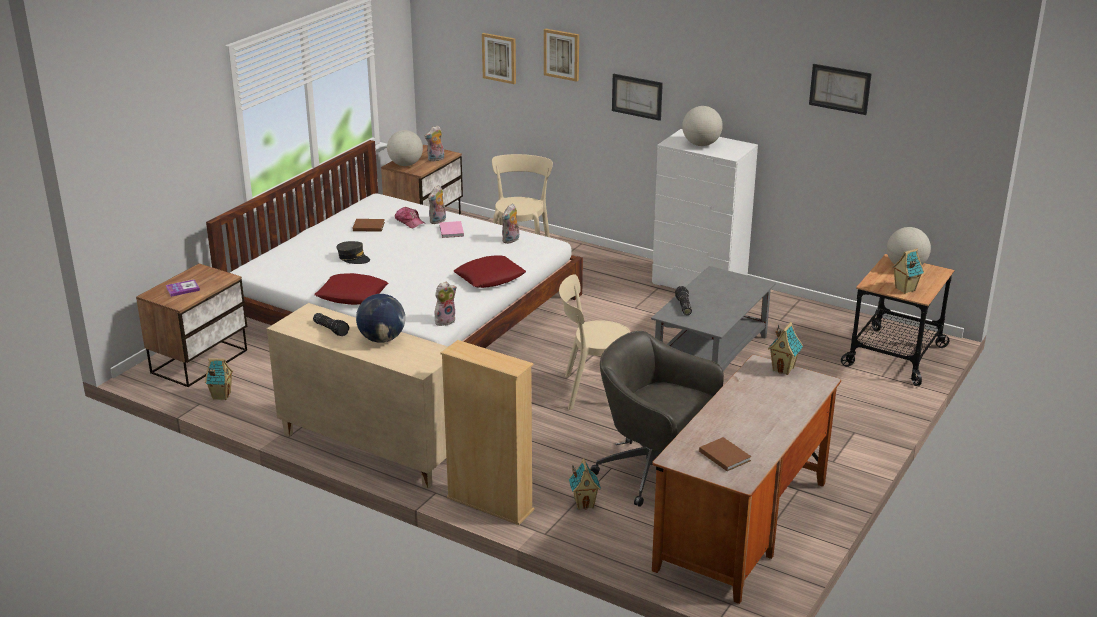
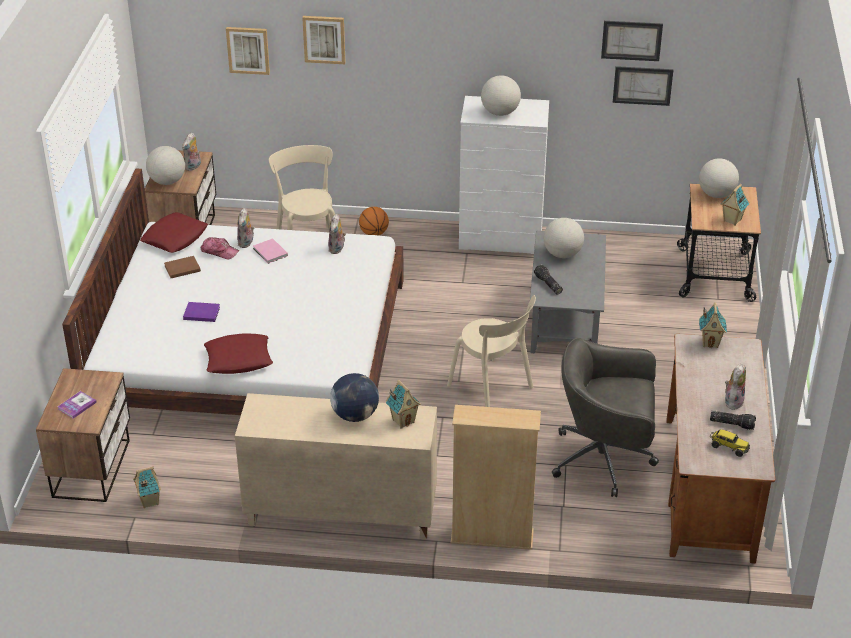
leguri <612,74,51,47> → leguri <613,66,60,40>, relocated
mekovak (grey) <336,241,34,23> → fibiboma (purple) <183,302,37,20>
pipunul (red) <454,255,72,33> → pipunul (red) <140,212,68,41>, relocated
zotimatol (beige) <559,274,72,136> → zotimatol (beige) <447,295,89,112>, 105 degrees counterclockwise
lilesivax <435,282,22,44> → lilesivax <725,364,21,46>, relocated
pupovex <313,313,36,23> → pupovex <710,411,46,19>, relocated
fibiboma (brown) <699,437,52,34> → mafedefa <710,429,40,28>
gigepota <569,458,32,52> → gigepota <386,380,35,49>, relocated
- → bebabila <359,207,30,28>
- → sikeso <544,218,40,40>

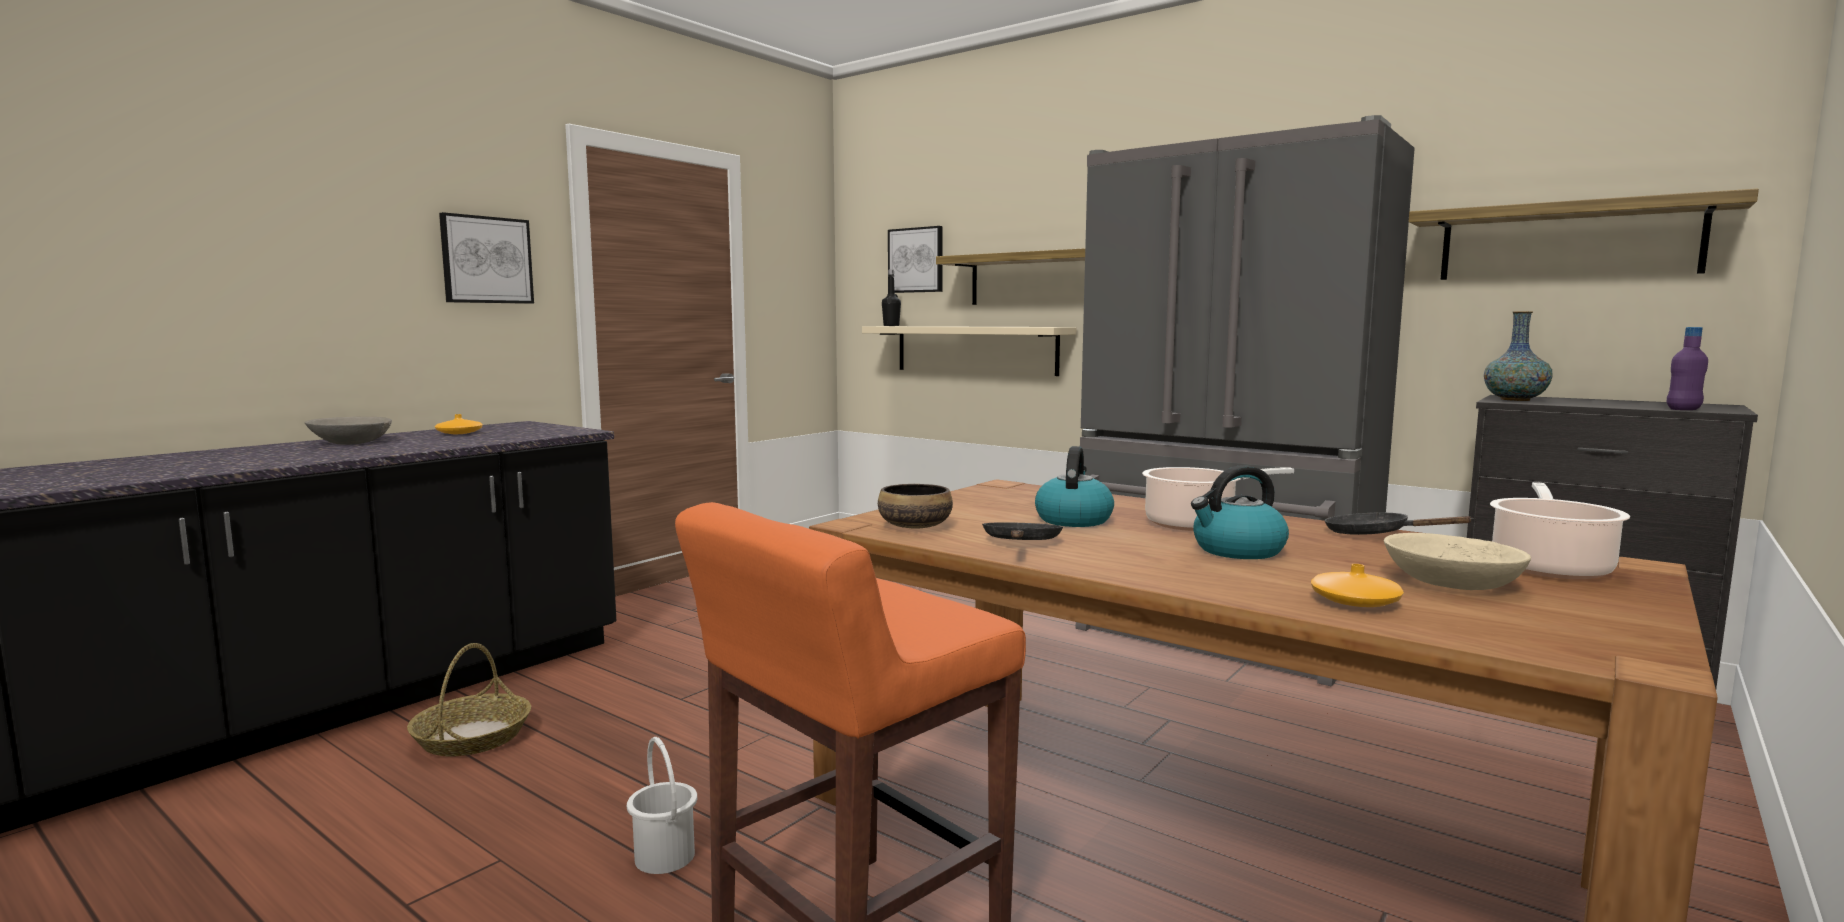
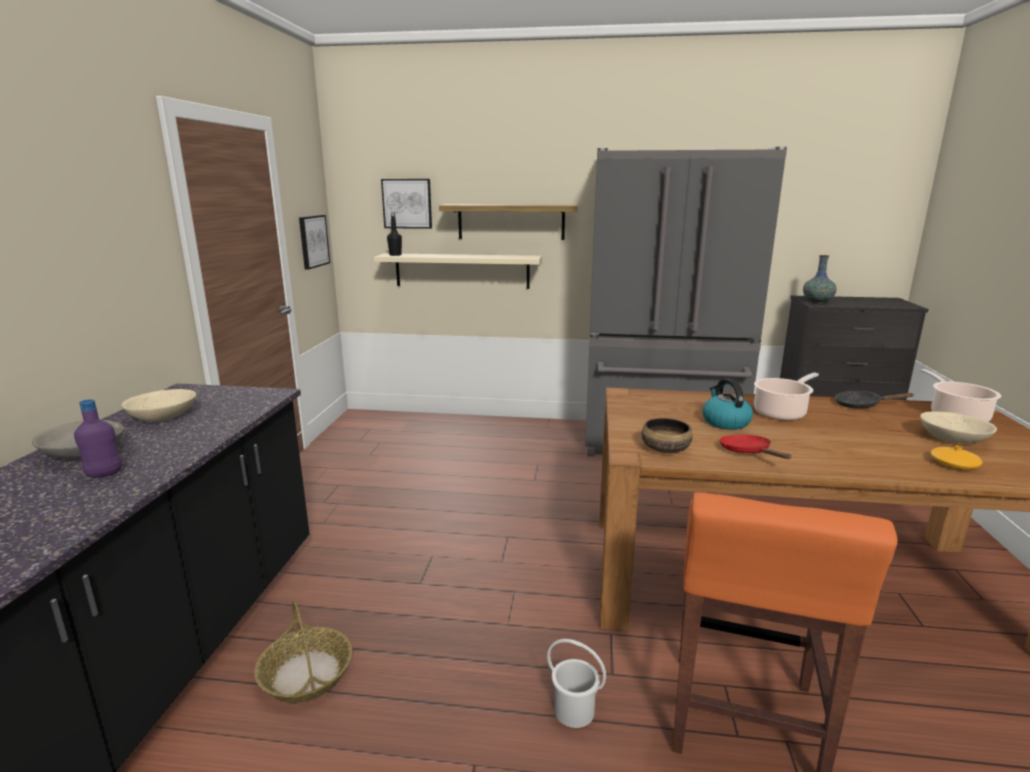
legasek <1409,189,350,91> → -
leguri <439,212,95,92> → leguri <299,215,31,55>, relocated
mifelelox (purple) <1667,327,41,83> → mifelelox (purple) <74,399,48,79>, relocated
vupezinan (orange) <435,414,48,20> → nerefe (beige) <121,389,75,33>
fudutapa <1191,465,98,94> → -
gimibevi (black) <982,522,81,18> → gimibevi (red) <720,434,72,25>

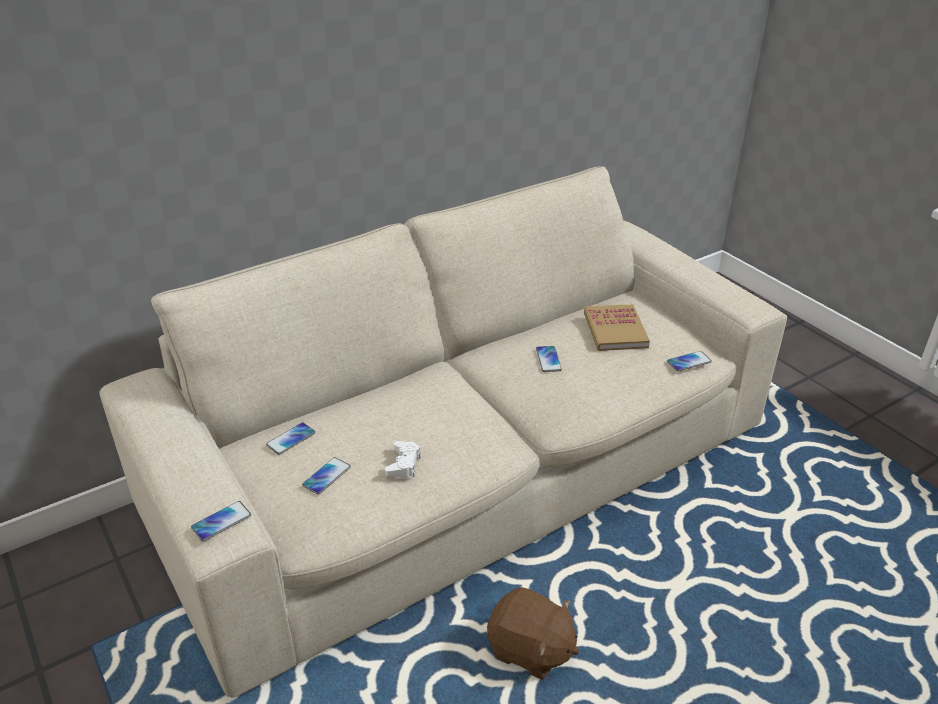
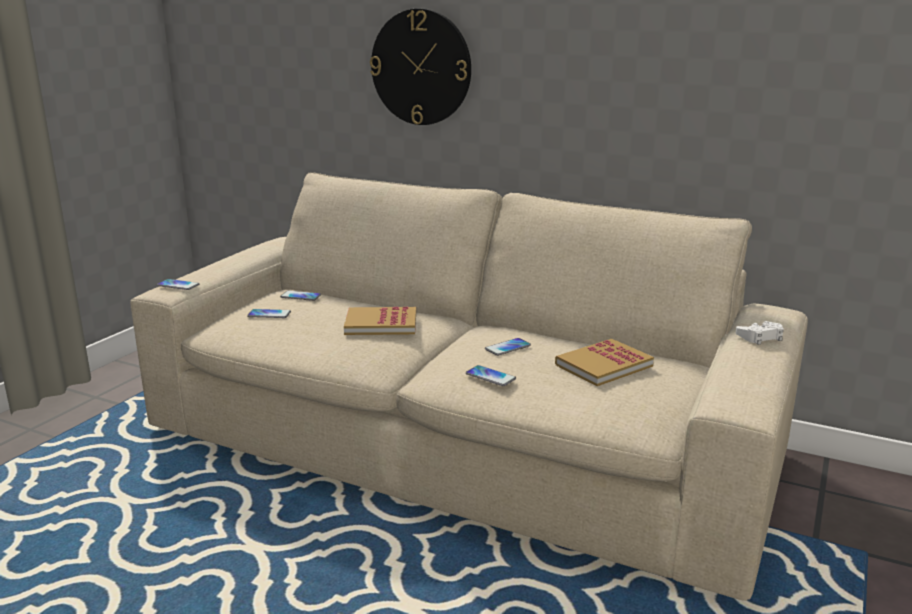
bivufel <667,351,45,20> → bivufel <466,365,50,21>, relocated
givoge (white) <385,441,36,37> → givoge (white) <736,321,48,24>, relocated
lilesivax (brown) <487,587,92,93> → -
- → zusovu <370,9,101,116>
- → fibiboma <344,306,72,29>

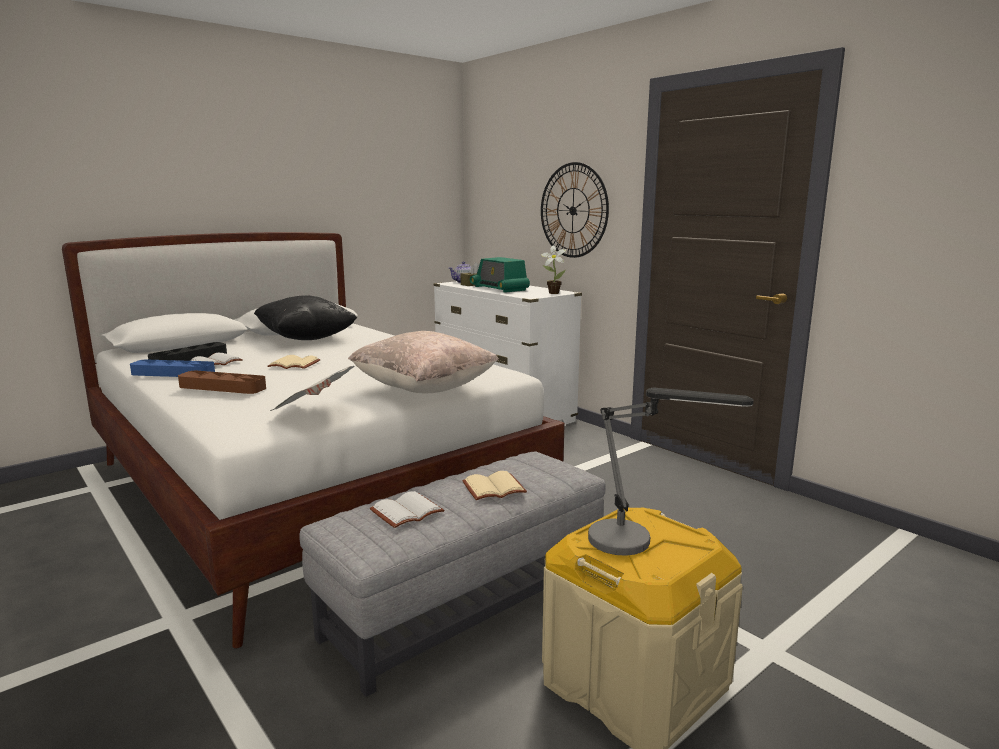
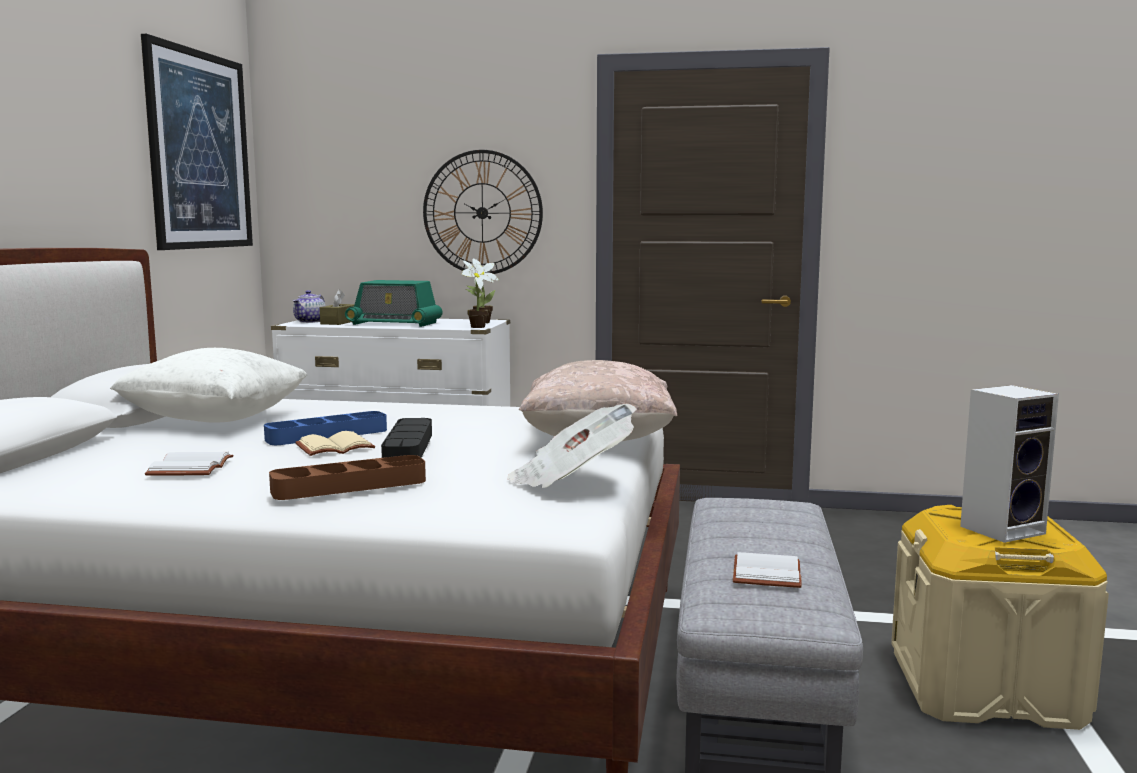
pipunul (black) <254,296,103,44> → pipunul (white) <110,348,197,75>
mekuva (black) <148,342,79,19> → mekuva (black) <381,418,51,40>, relocated
mekuva (blue) <130,359,85,18> → mekuva (blue) <264,411,123,34>, relocated
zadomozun <588,387,166,169> → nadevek <960,385,99,158>
fibiboma (beige) <462,471,65,29> → -
- → leguri <141,34,112,216>
- → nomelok <462,260,32,68>

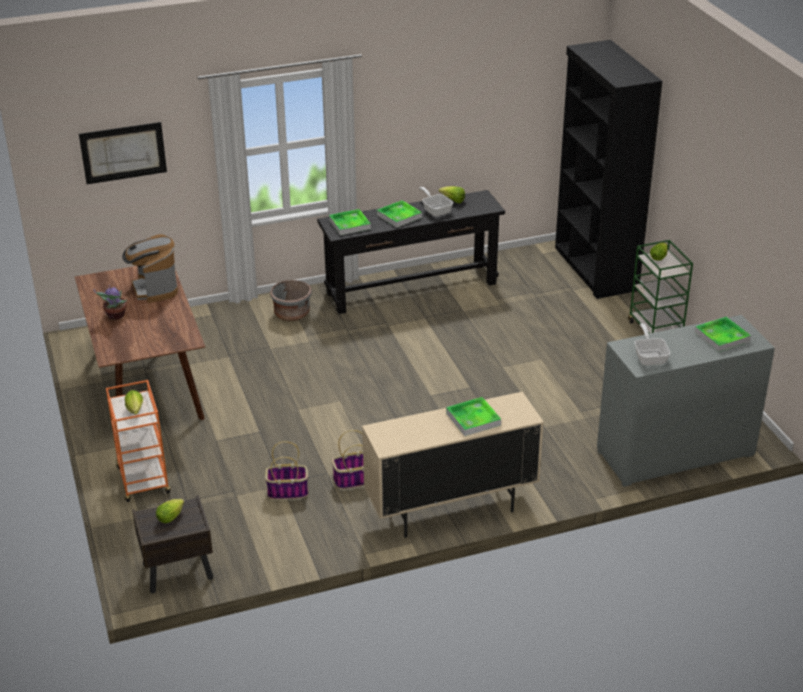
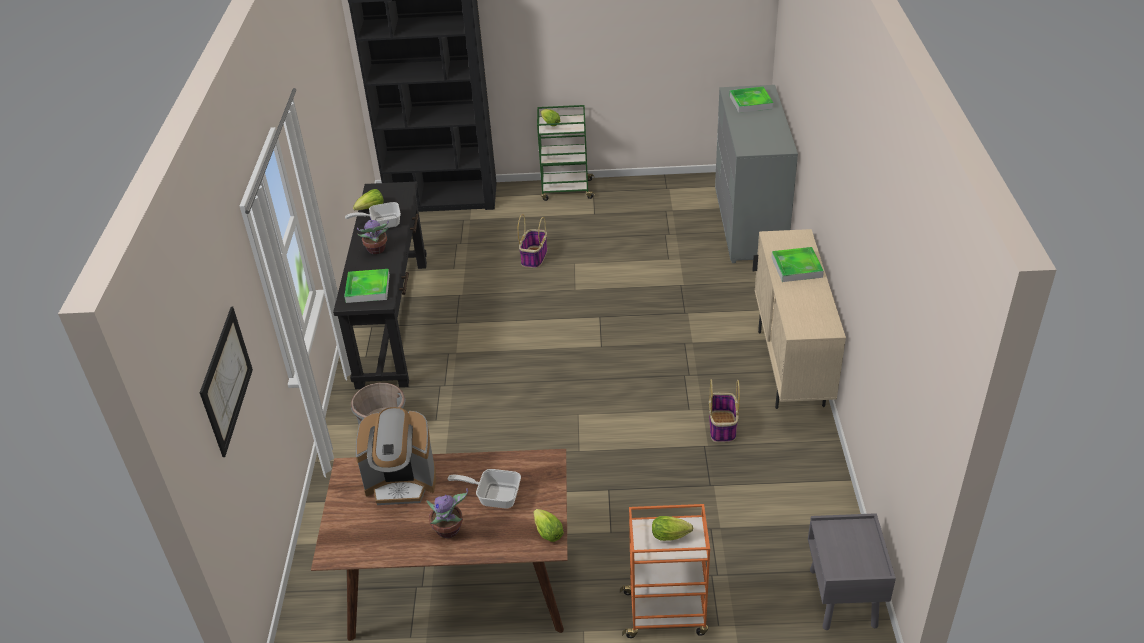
mekuva <377,200,45,28> → nomelok <357,217,32,37>
gimibevi <634,323,37,43> → gimibevi <448,469,73,40>, relocated
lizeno <265,441,43,58> → lizeno <517,214,30,54>, relocated
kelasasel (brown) <132,495,82,98> → kelasasel (grey) <808,513,88,117>
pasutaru <156,499,28,24> → pasutaru <534,509,30,33>, relocated

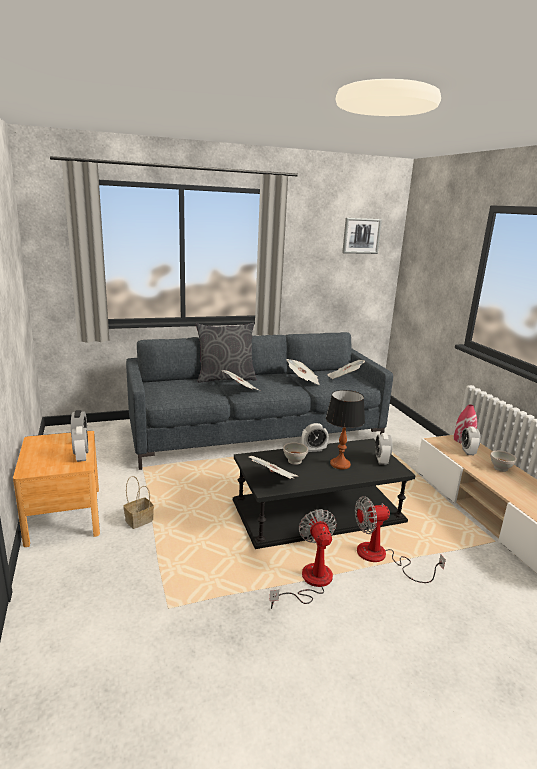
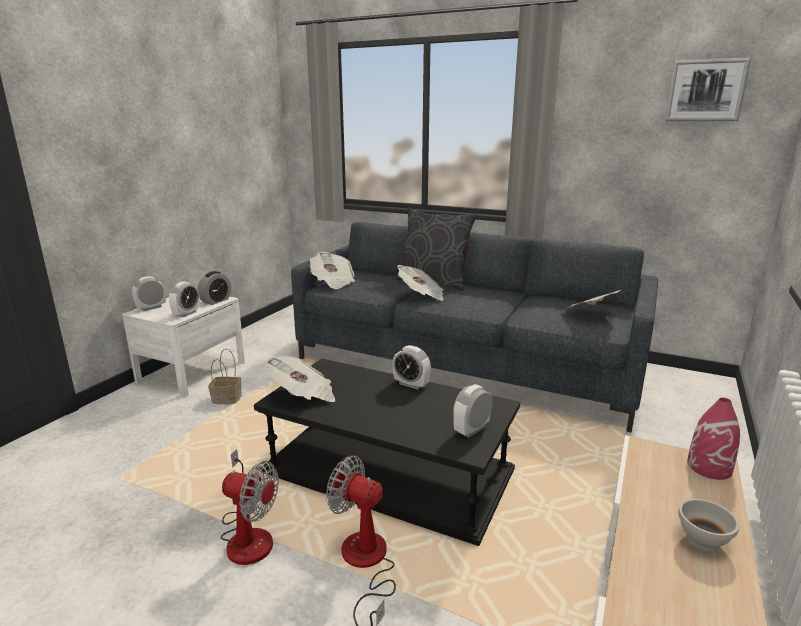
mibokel <286,359,34,26> → mibokel <310,252,45,37>, relocated
zadomozun <326,390,39,80> → -
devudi <461,426,20,29> → devudi <132,276,34,35>, relocated
kelasasel (brown) <13,431,87,116> → kelasasel (white) <122,296,123,101>
nerefe (white) <283,442,25,23> → -
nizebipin <269,509,68,100> → nizebipin <221,449,58,116>, 75 degrees clockwise

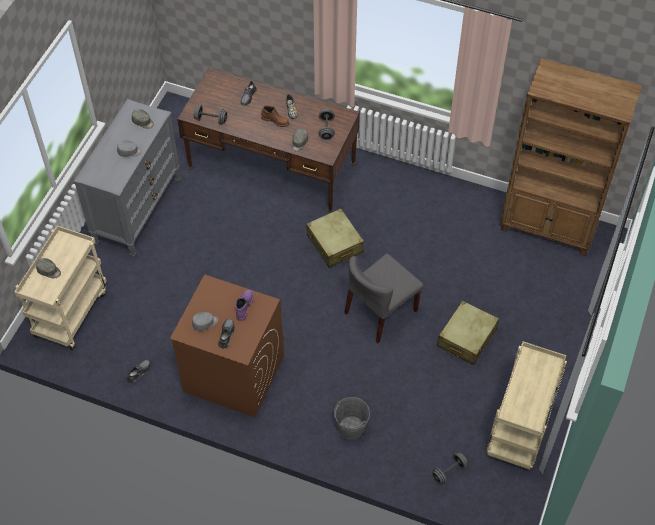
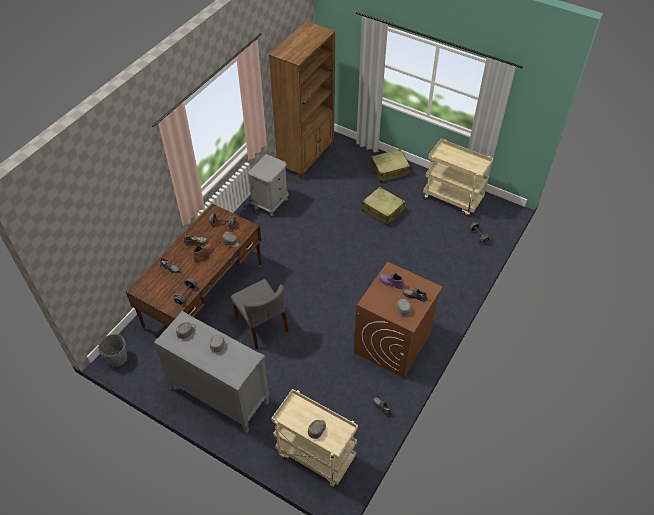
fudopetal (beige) <306,208,58,60> → fudopetal (beige) <371,149,39,34>, relocated
zotimatol (grey) <344,254,80,89> → zotimatol (grey) <231,279,58,70>, relocated
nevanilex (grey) <334,397,36,42> → nevanilex (grey) <98,334,29,33>, relocated
- → kelasasel (grey) <248,154,41,62>

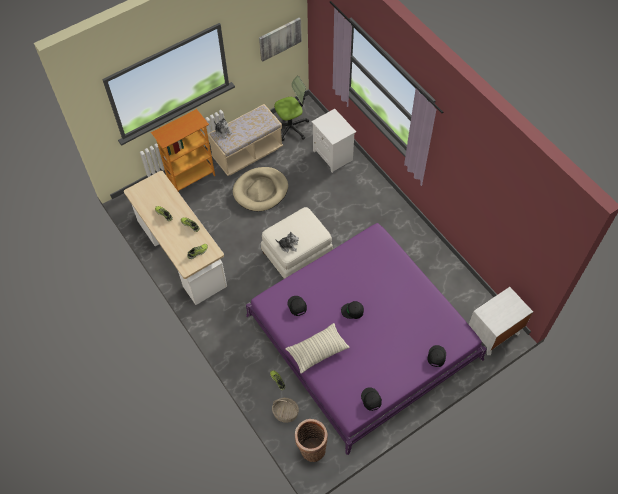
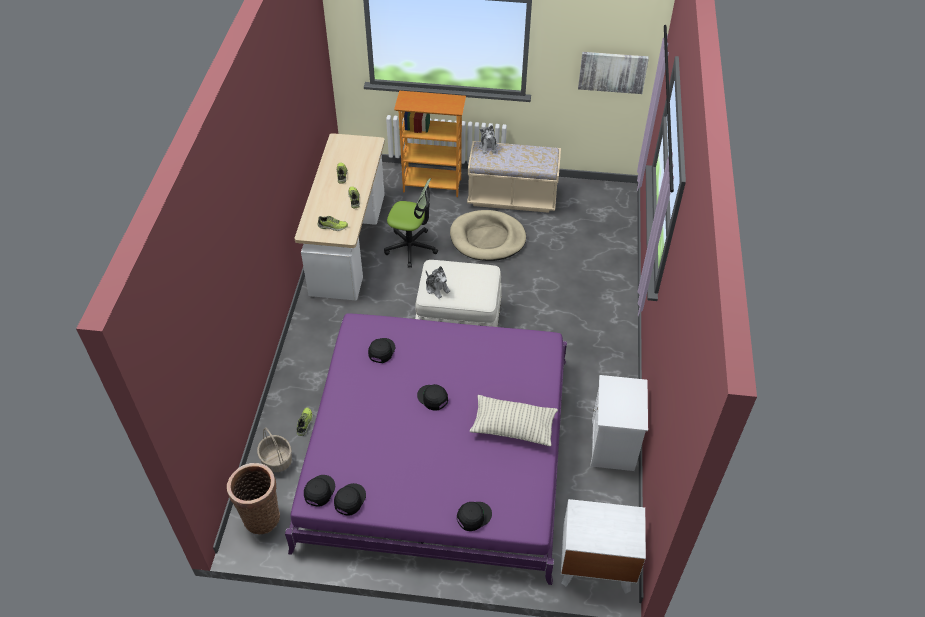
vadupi <274,76,35,65> → vadupi <384,178,54,90>, relocated
kelasasel (white) <312,109,44,64> → kelasasel (white) <590,375,58,96>, relocated
pipunul <286,323,64,51> → pipunul <470,395,88,52>, relocated
- → mekovak (black) <304,475,31,32>

